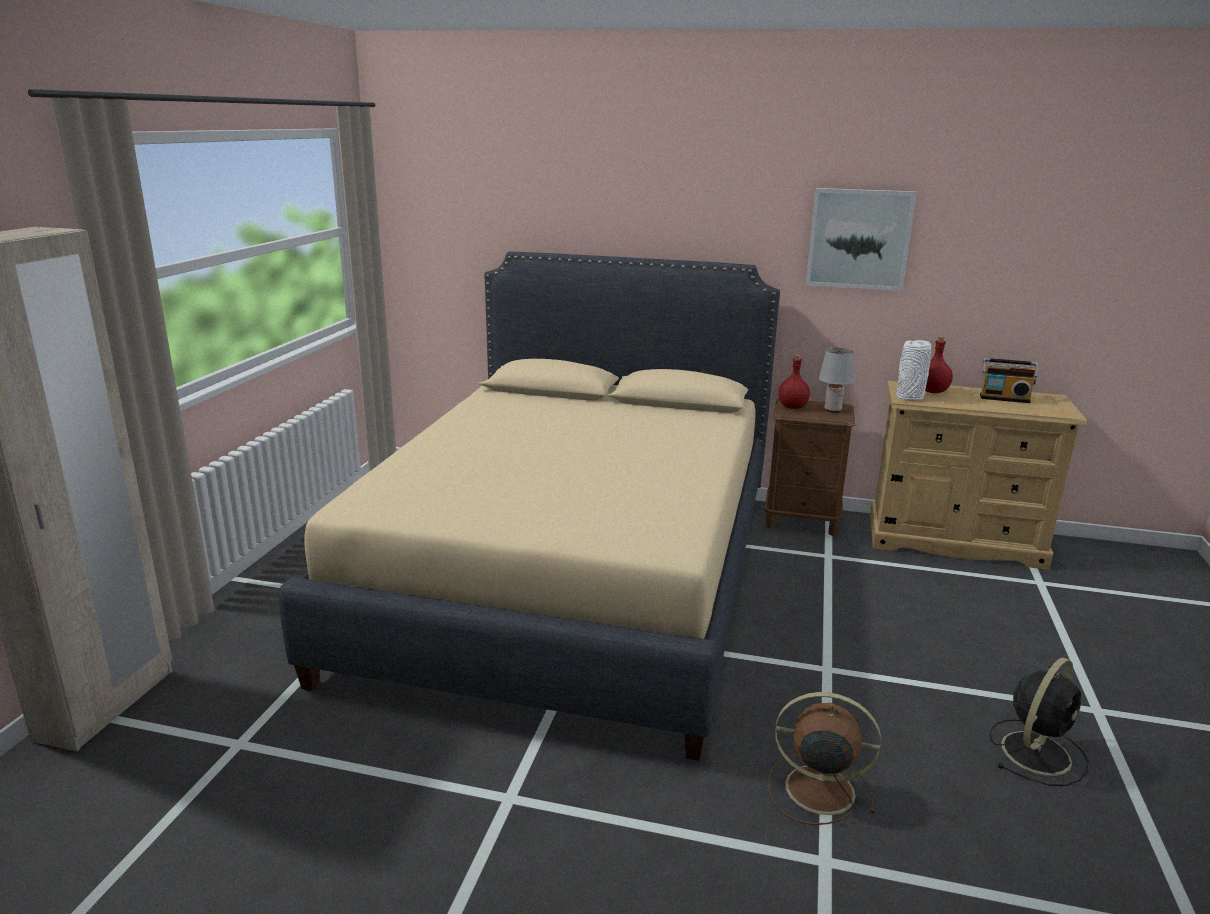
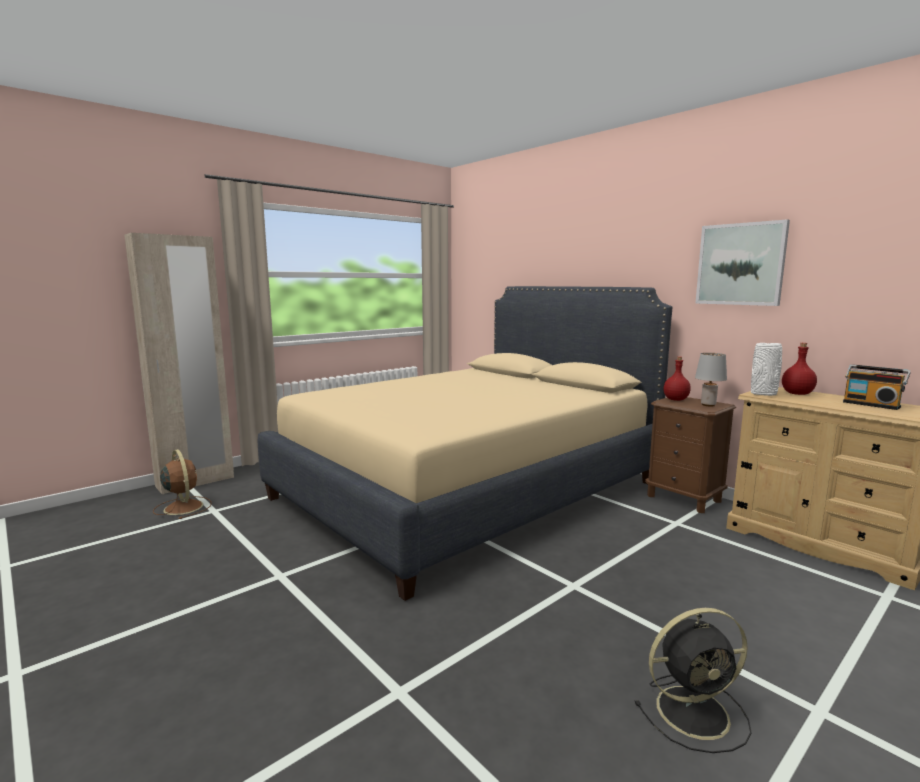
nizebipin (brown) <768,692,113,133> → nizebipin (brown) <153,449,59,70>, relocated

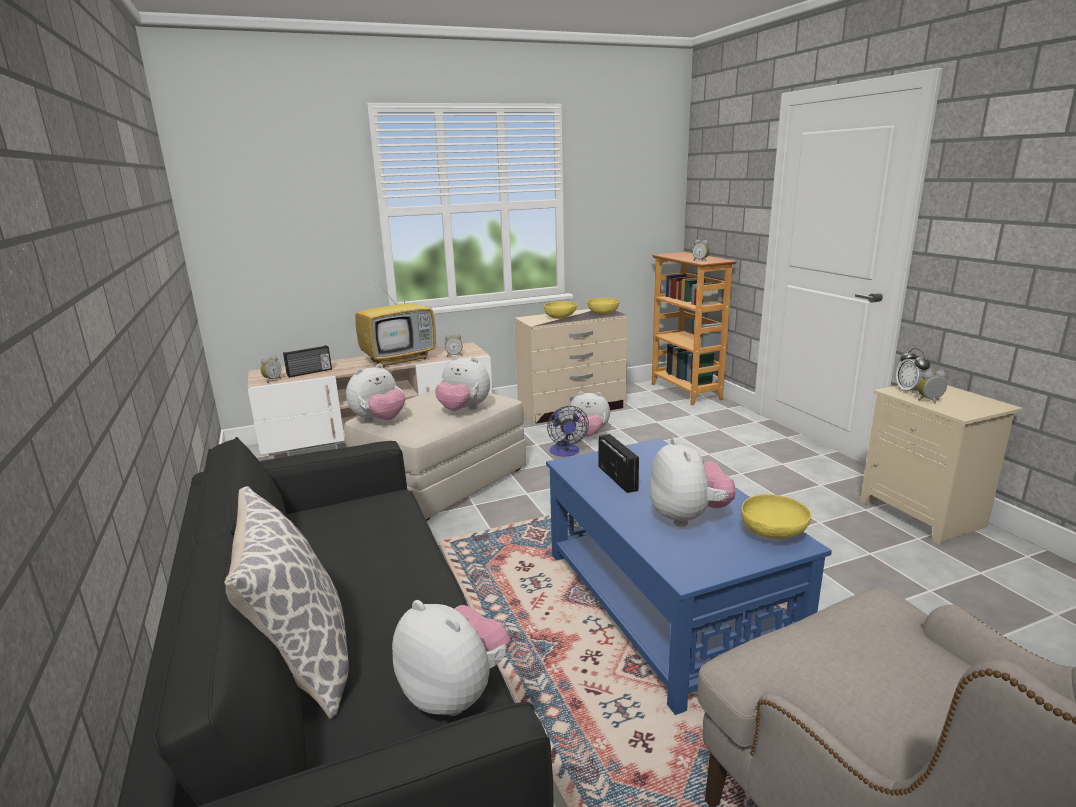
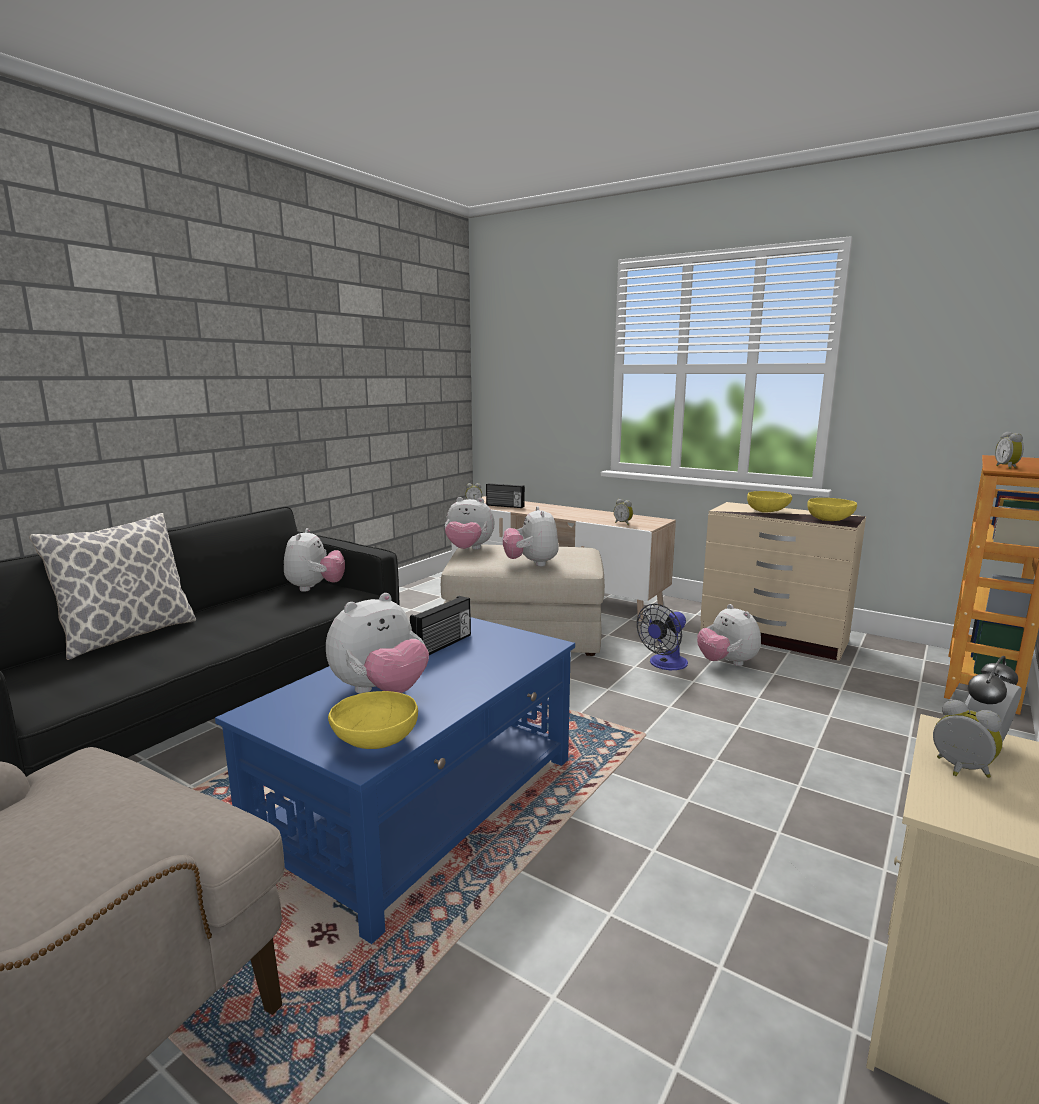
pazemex <355,272,81,96> → -
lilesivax <392,600,118,116> → lilesivax <284,528,61,64>, relocated

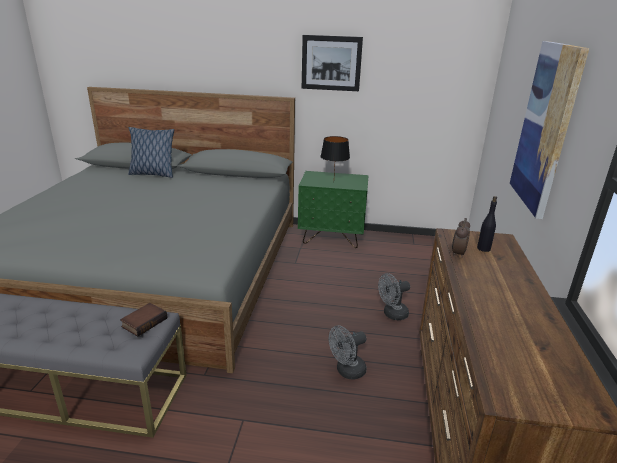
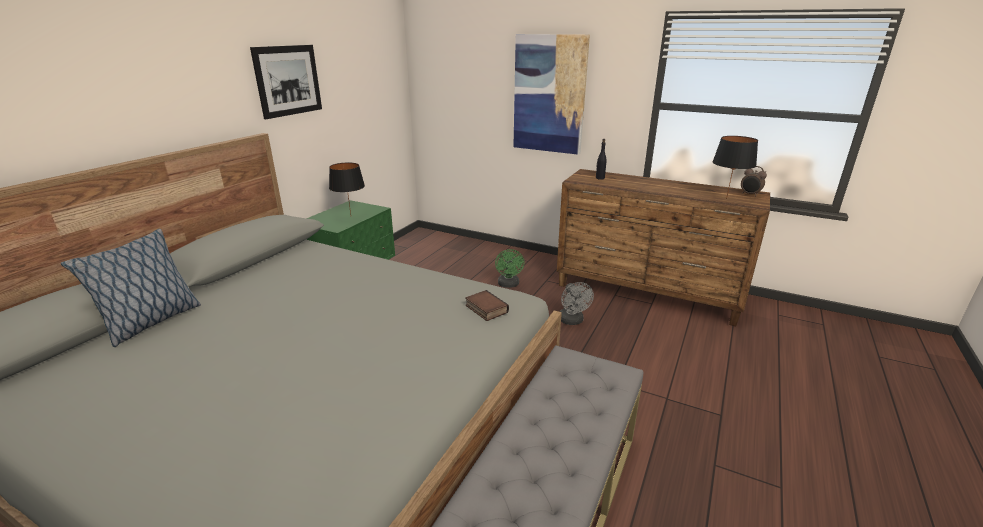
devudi <452,218,18,40> → devudi <741,166,26,30>, relocated
nizebipin (grey) <378,273,32,47> → nizebipin (green) <495,249,29,39>
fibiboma <120,303,48,34> → fibiboma <465,290,44,31>, relocated
- → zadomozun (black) <712,136,46,63>

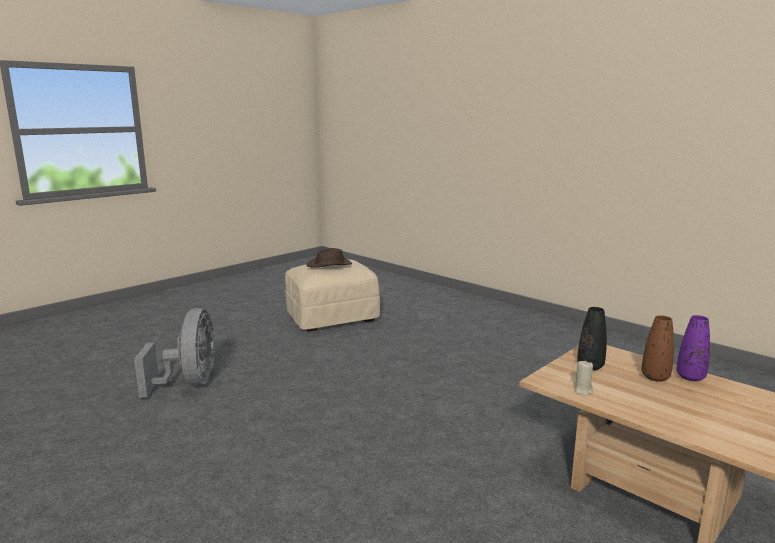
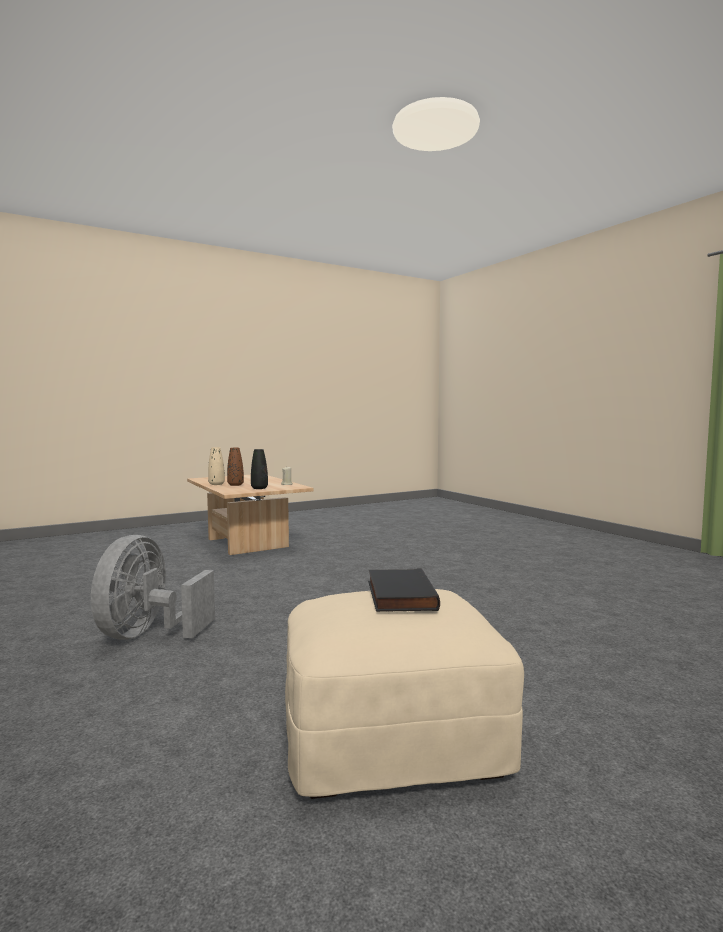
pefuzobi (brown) <306,248,46,19> → fibiboma (black) <368,568,72,44>
nizebipin (grey) <134,308,82,90> → nizebipin (grey) <91,535,124,105>, relocated
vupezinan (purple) <676,315,34,66> → vupezinan (beige) <208,447,17,38>

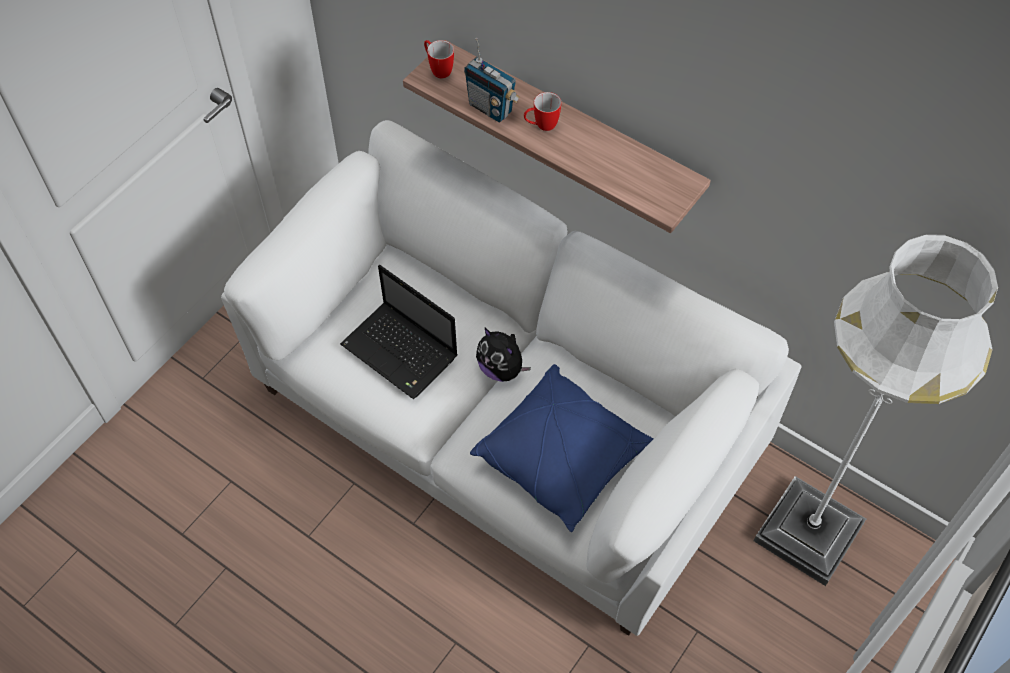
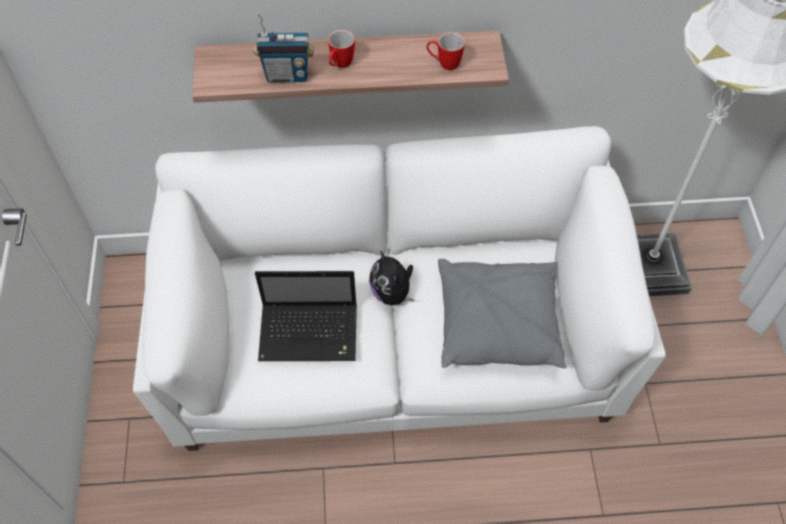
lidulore <424,40,30,38> → lidulore <426,32,39,38>, relocated
lilesivax <476,327,55,55> → lilesivax <369,250,45,55>, 60 degrees clockwise
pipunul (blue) <470,364,184,168> → pipunul (grey) <438,259,129,109>

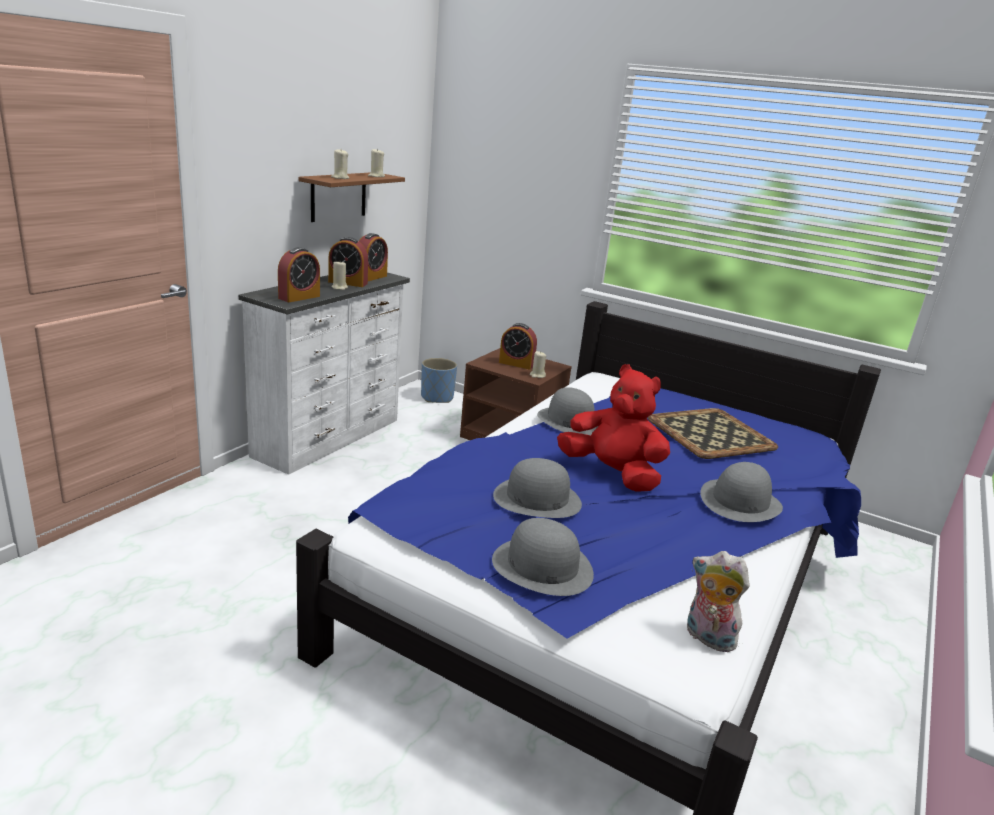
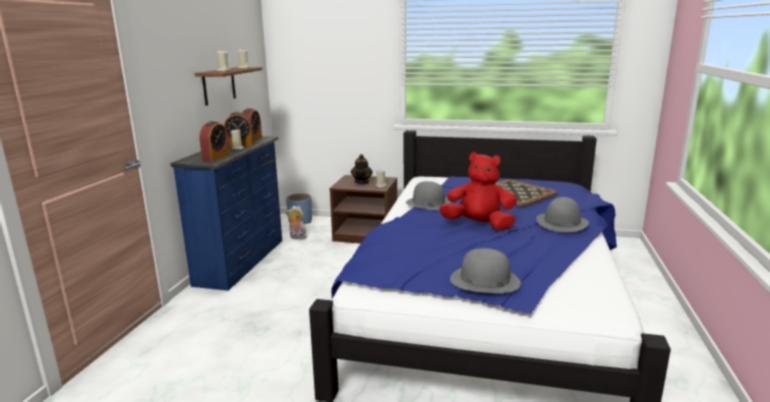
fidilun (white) <239,273,171,202> → fidilun (blue) <170,136,112,155>
devudi <499,323,38,47> → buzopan <351,154,22,30>
pefuzobi (grey) <493,458,89,60> → -
lilesivax <687,551,63,101> → lilesivax <286,206,21,34>, relocated

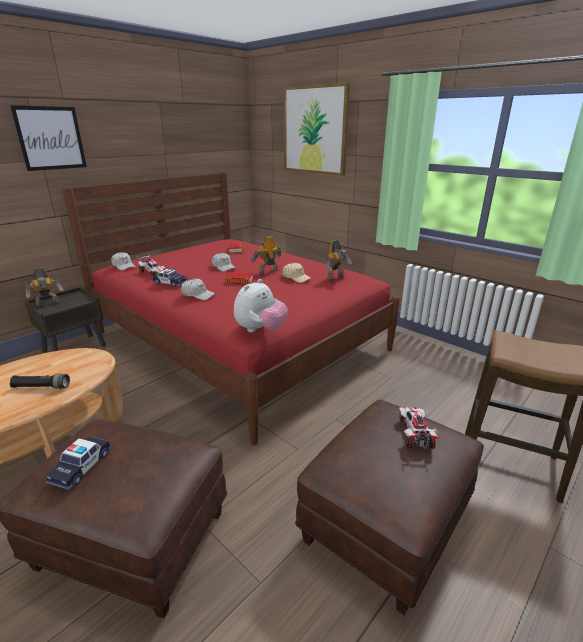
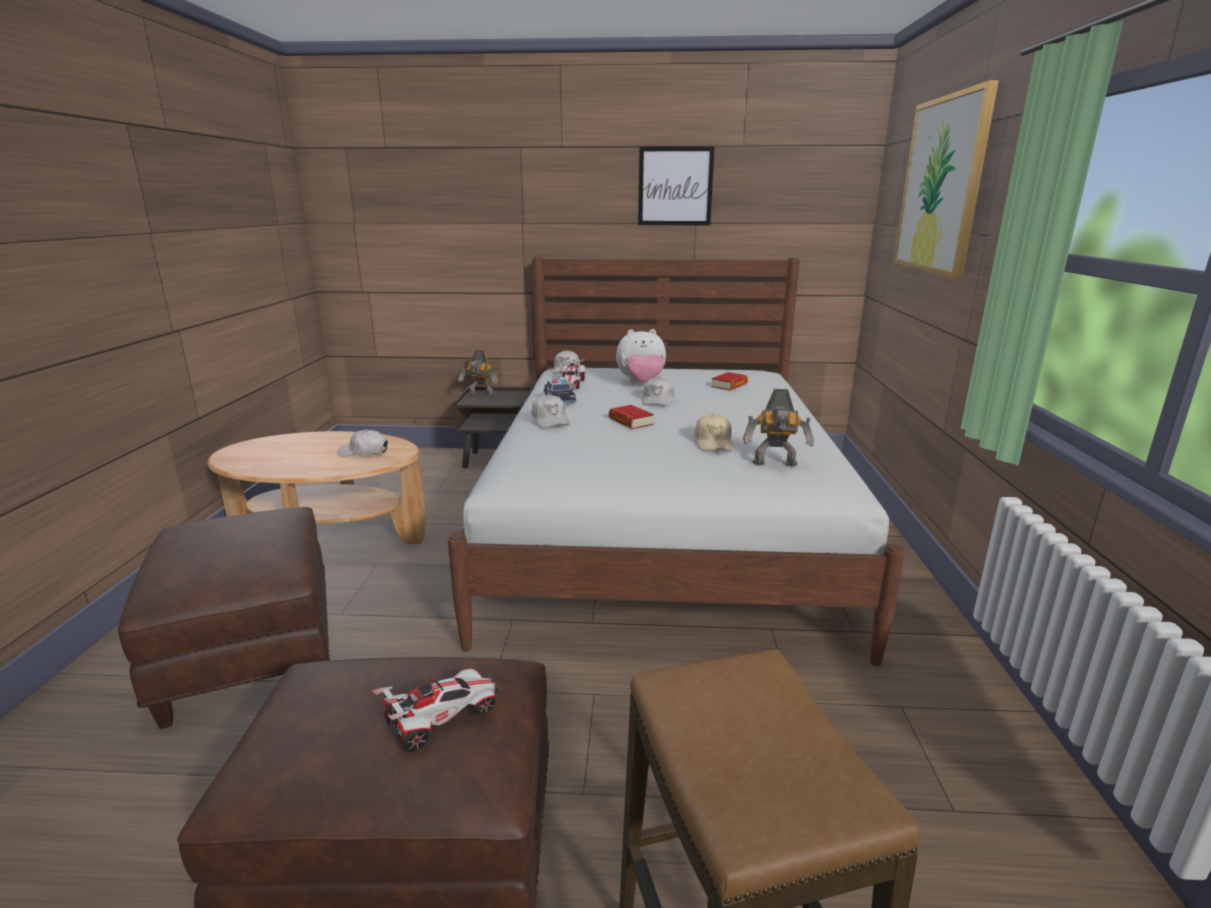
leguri <10,105,77,66> → leguri <638,146,77,79>, relocated
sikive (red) <62,171,338,274> → sikive (white) <448,257,457,410>
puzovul <251,236,30,38> → -
lilesivax <234,279,54,53> → lilesivax <616,329,50,54>, relocated
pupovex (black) <9,374,61,15> → -
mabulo <45,436,67,54> → -
- → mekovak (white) <337,429,51,28>

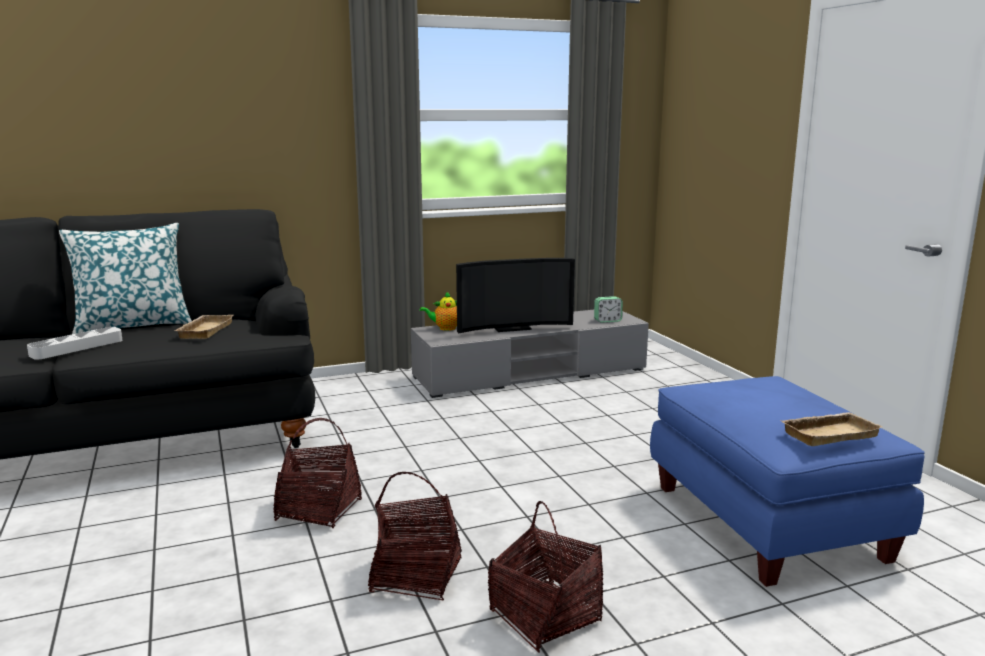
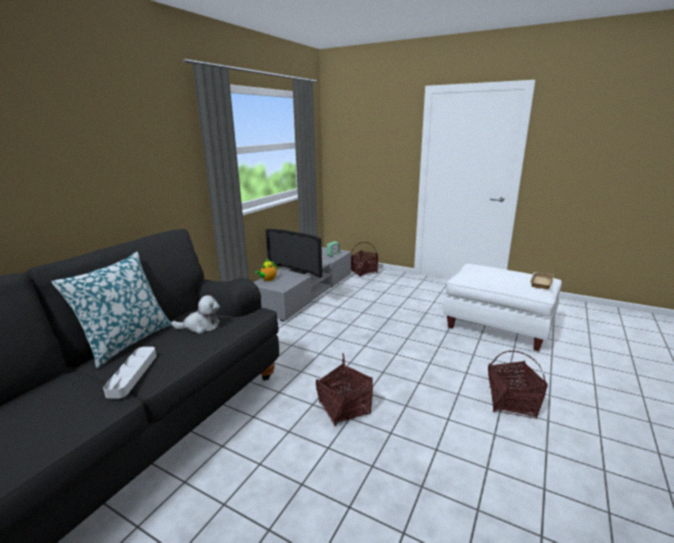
pazemex <456,258,119,75> → pazemex <266,229,56,49>, 90 degrees clockwise
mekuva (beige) <174,315,59,24> → lilesivax <171,295,49,39>
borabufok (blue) <650,376,275,211> → borabufok (white) <443,264,119,87>
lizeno <368,472,94,128> → lizeno <351,242,27,35>, relocated

